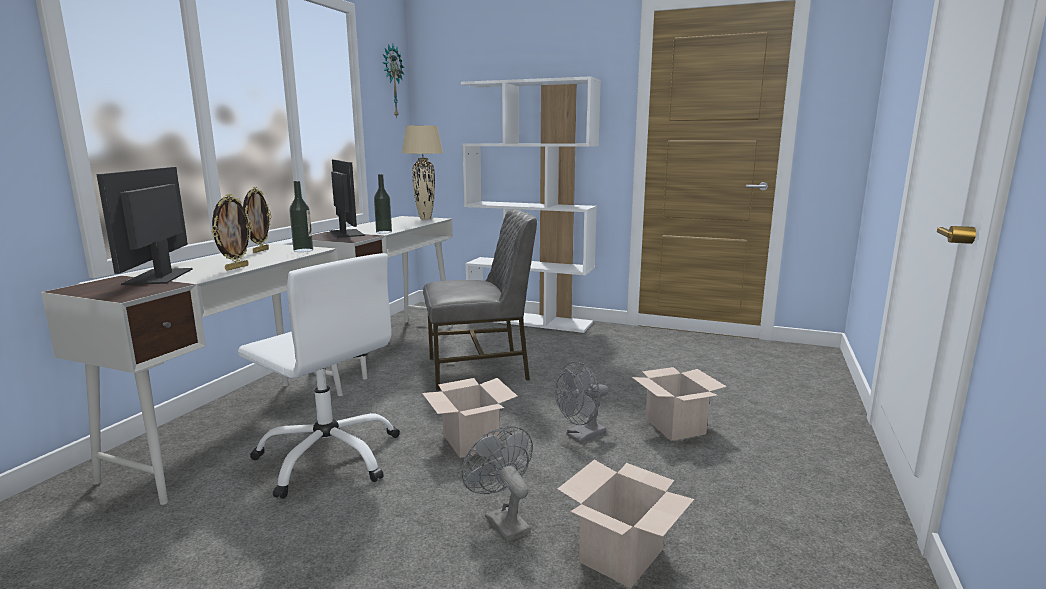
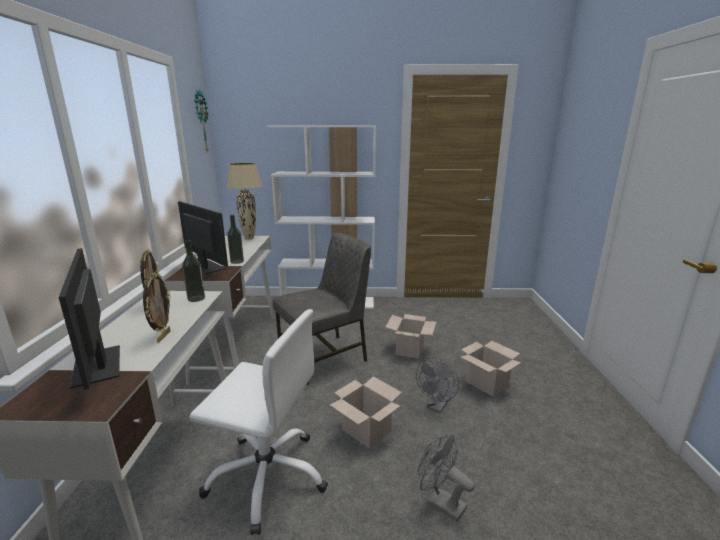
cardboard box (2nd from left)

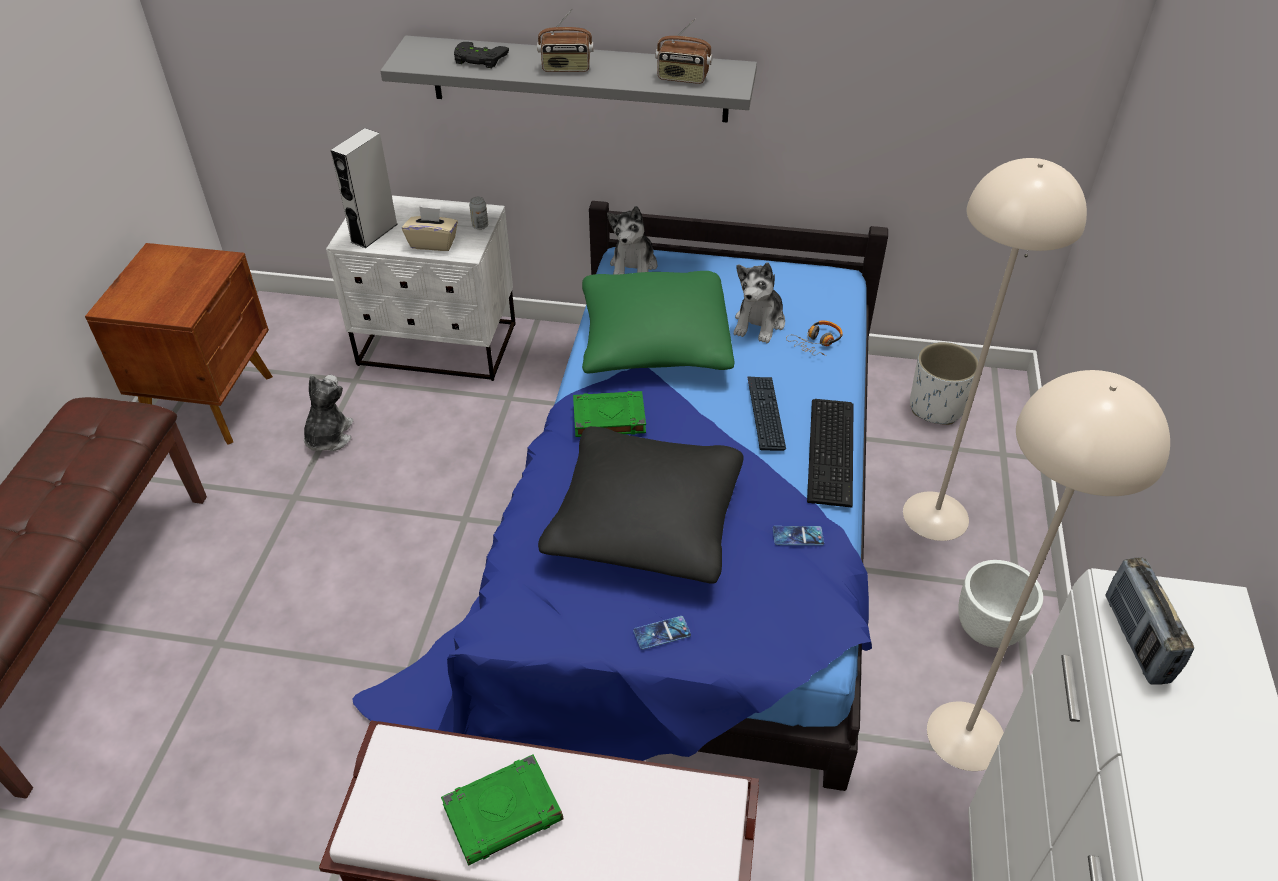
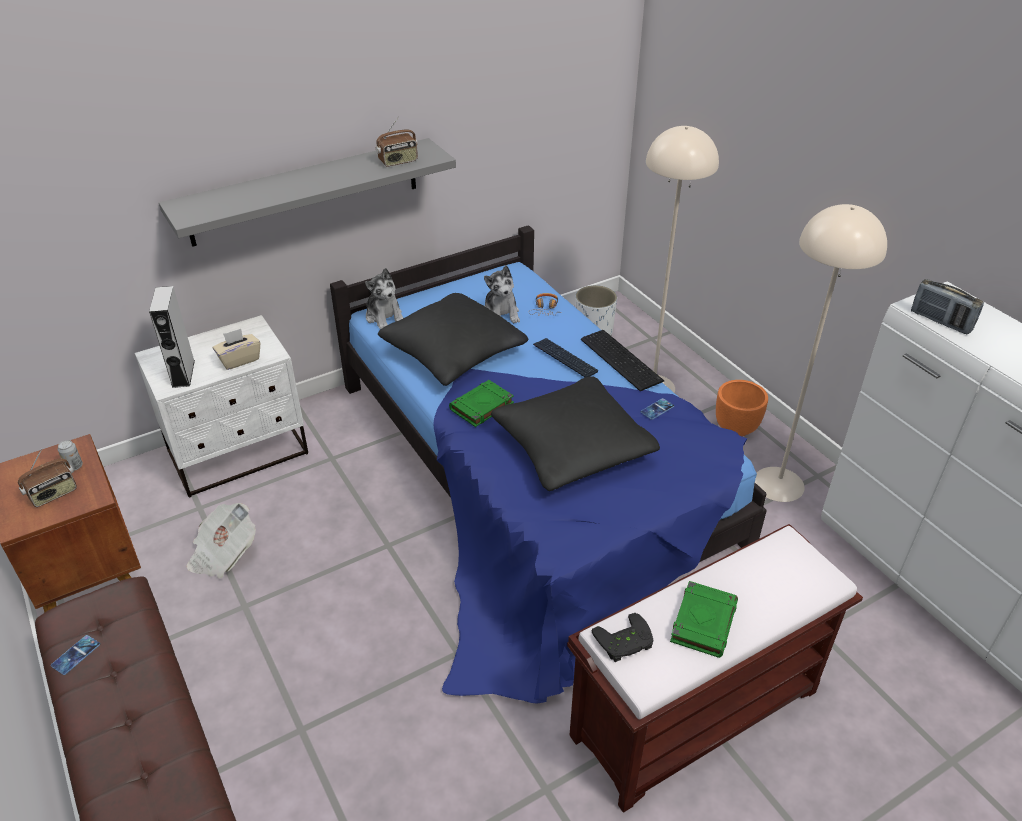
game controller/blackish; can; radio (1st from left); telephone (1st from left); printed paper; pillow/blackish (1st from left); flower pot/orange-coloured

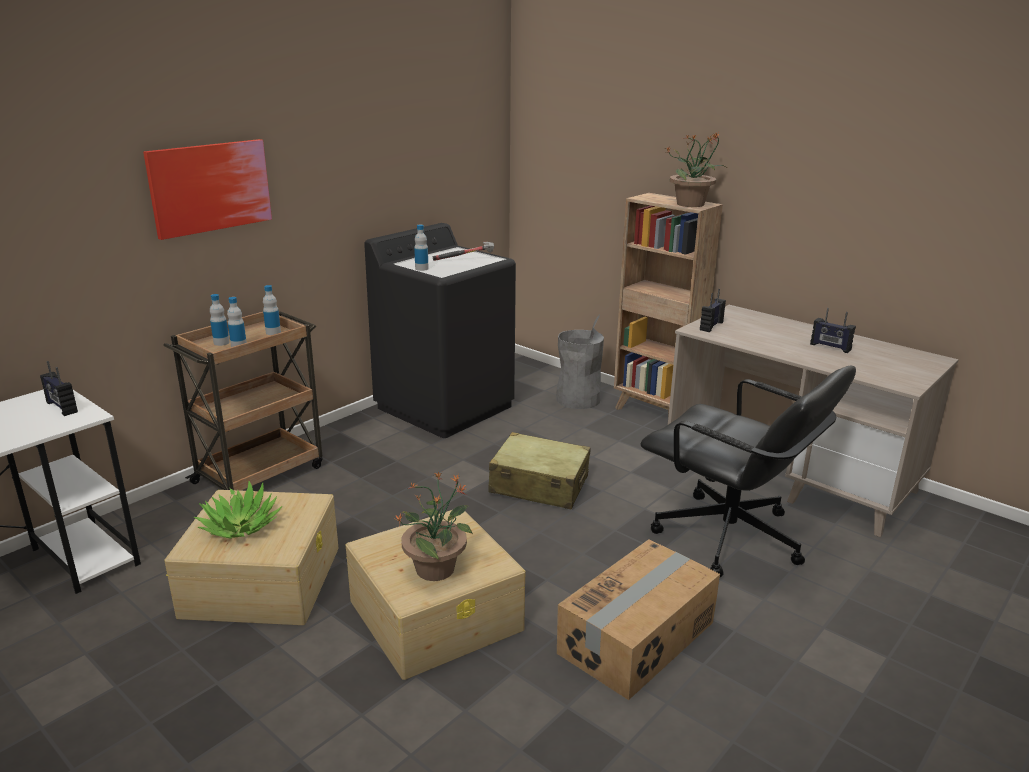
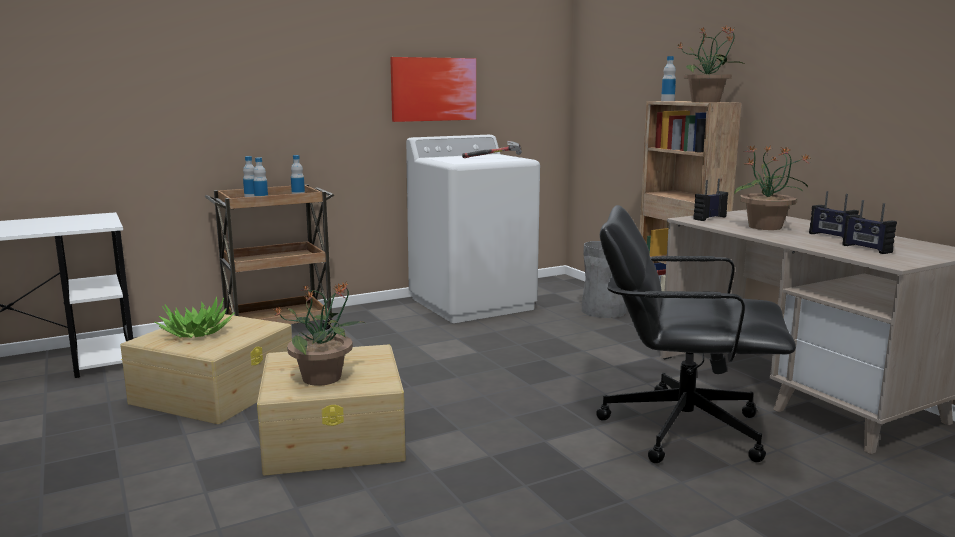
suitcase/sand-coloured; cardboard box; plant in a pot (4th from left); radio (3rd from left); picture; bottle (4th from left); laundry machine/white; computer chair/blackish

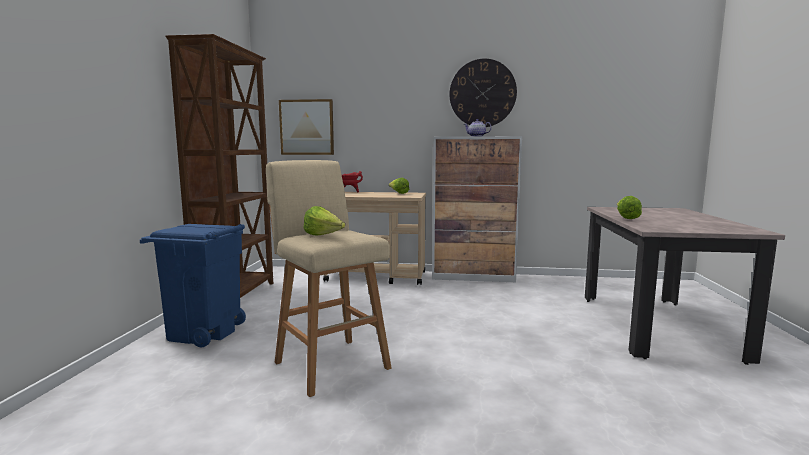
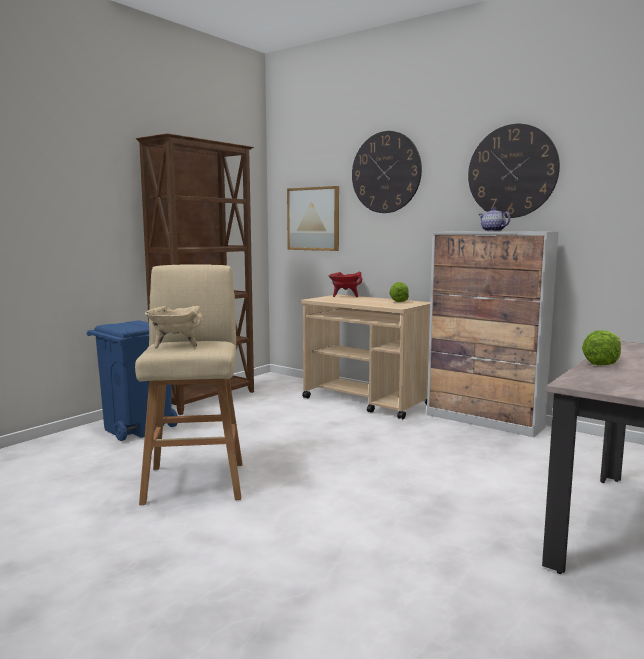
clock on the wall (1st from left); saucepot/sand-coloured

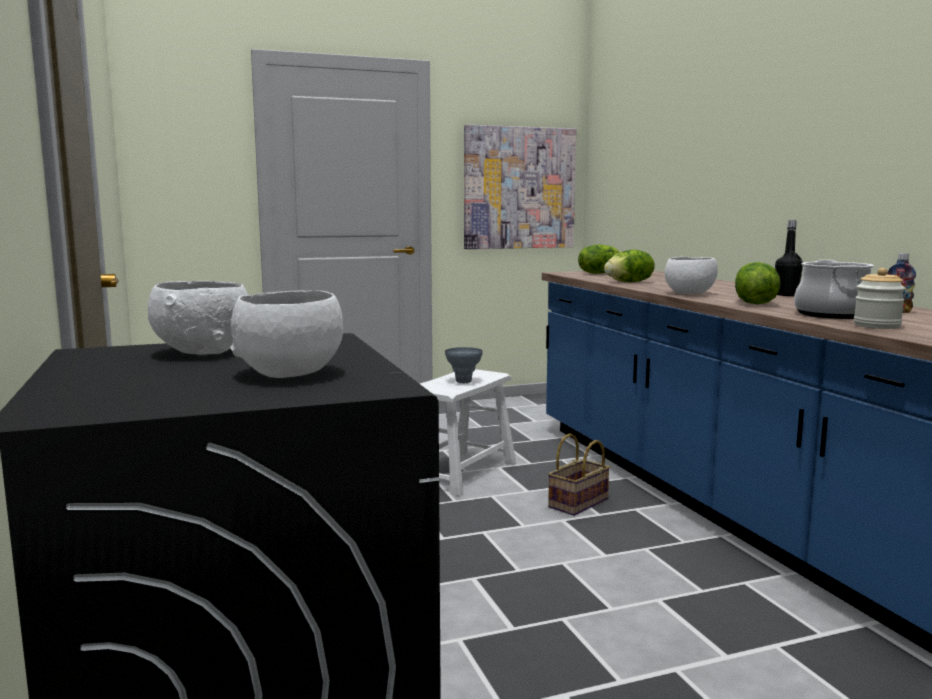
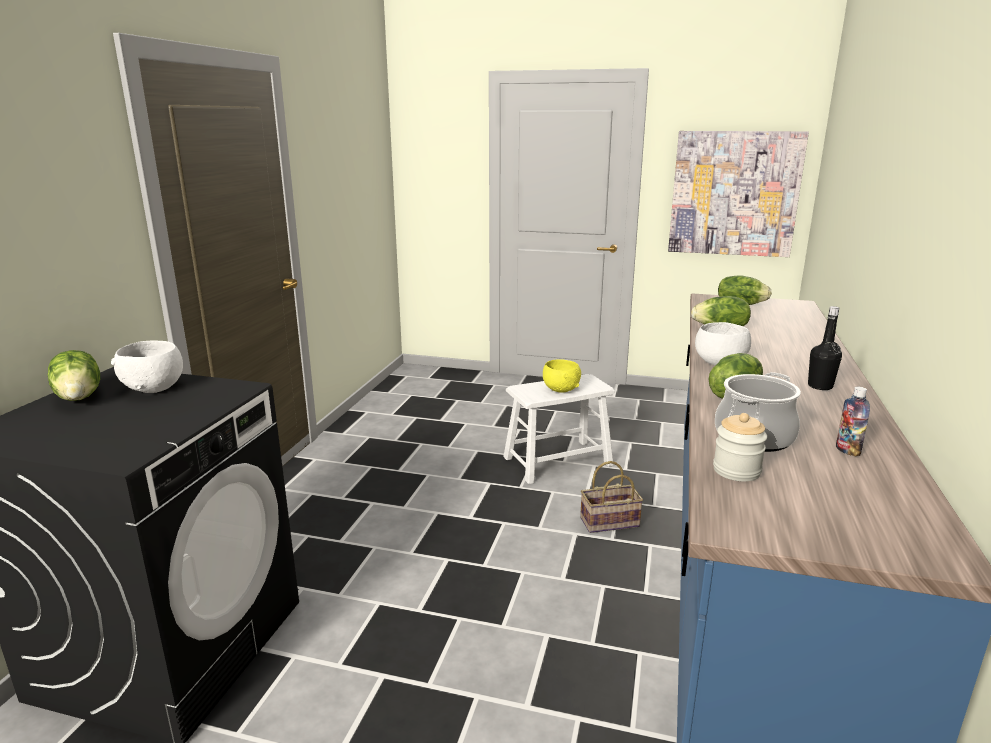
bowl/white (2nd from left in the first image); lettuce head (1st from left); bowl/yellow

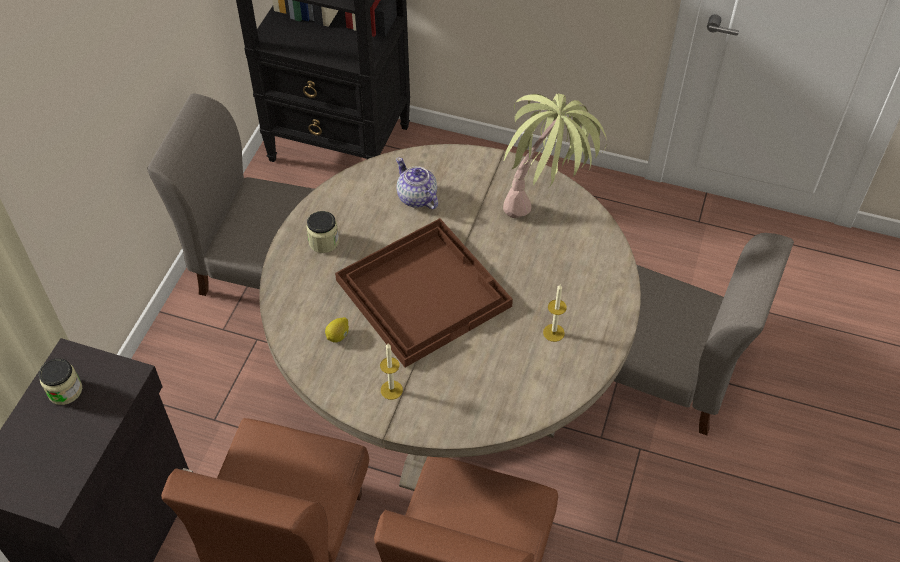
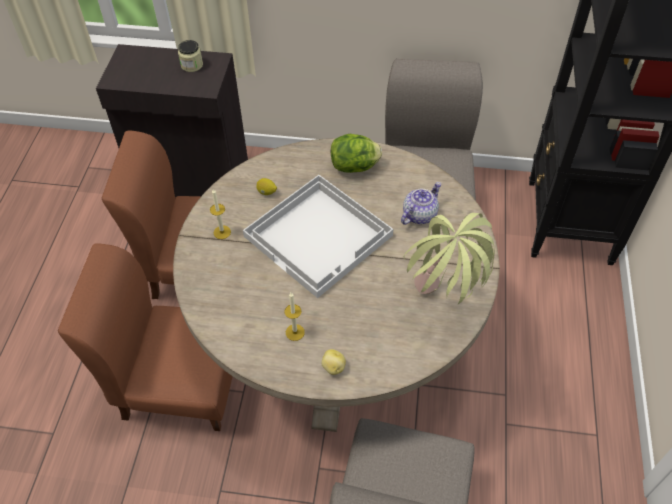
potato; lettuce head; tray/white

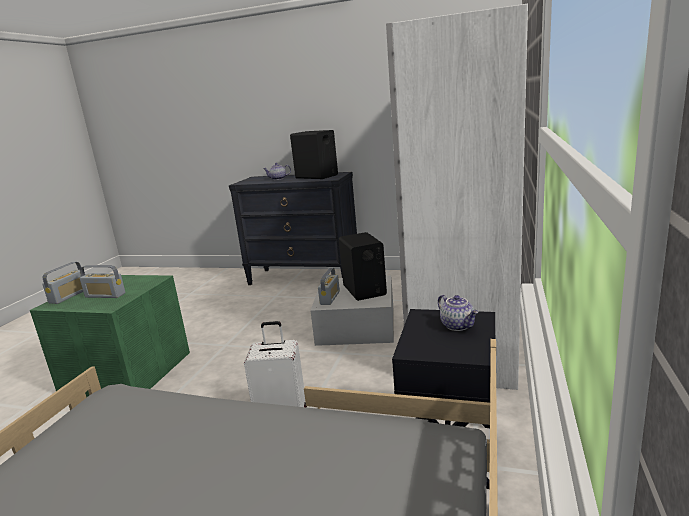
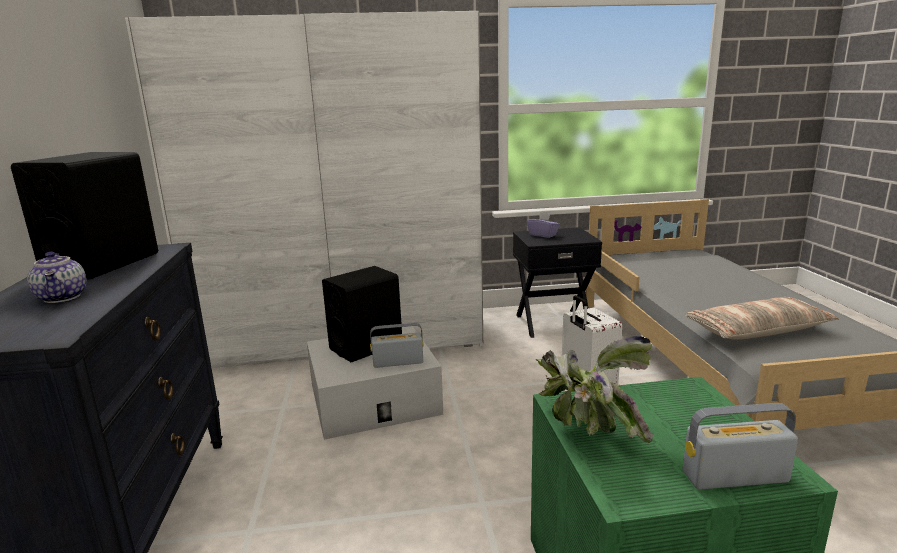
radio (2nd from left in the first image); plant in a pot; pillow; tissue holder/purplish

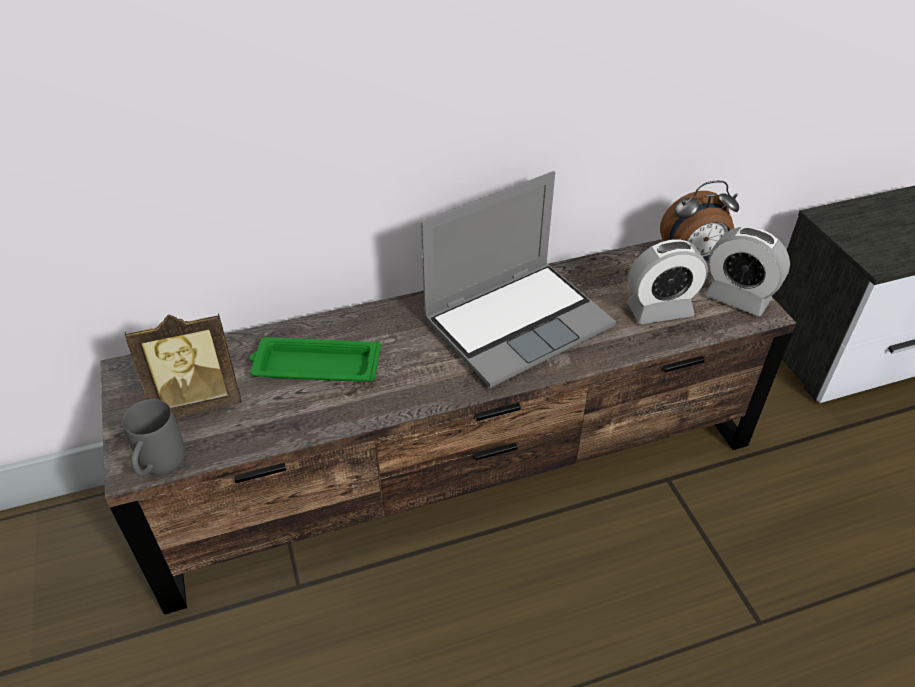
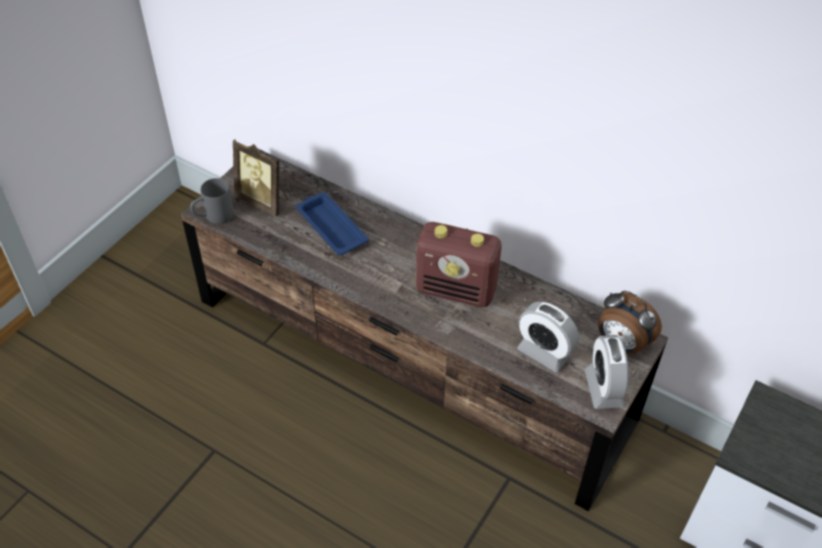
radio; tray/blue-coloured

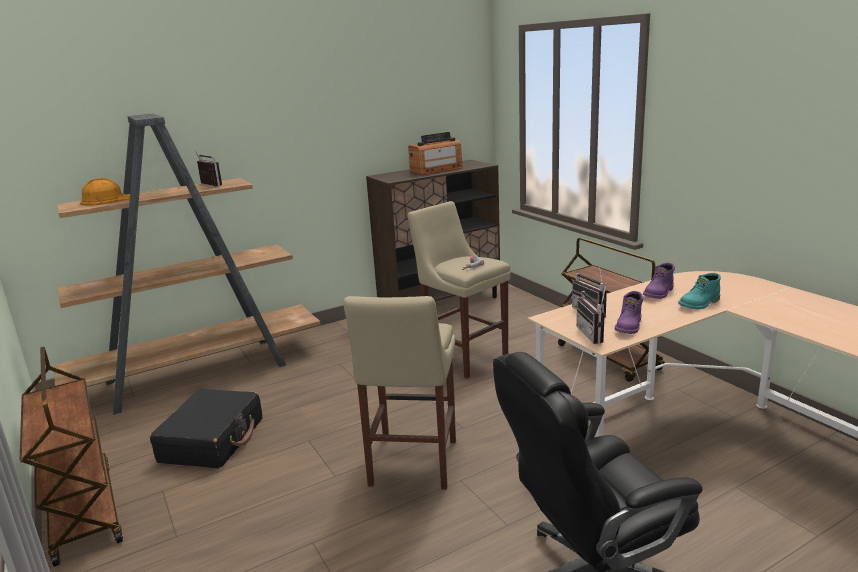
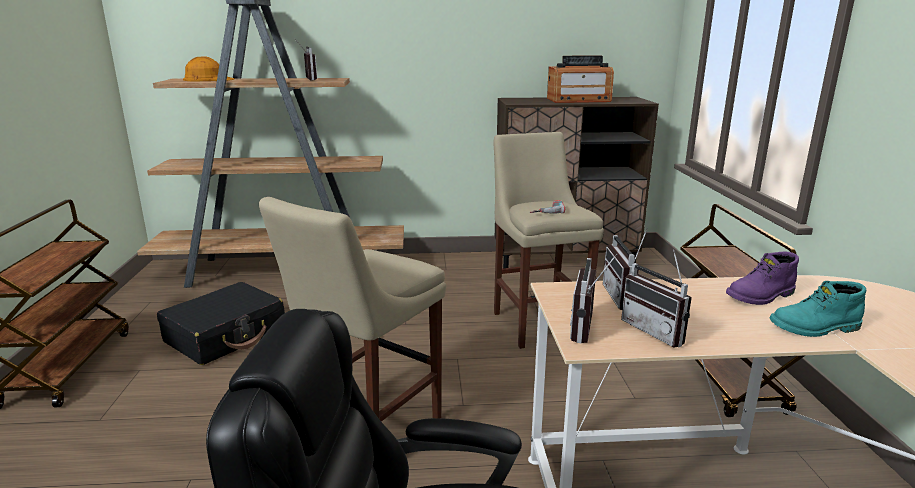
radio (5th from left)

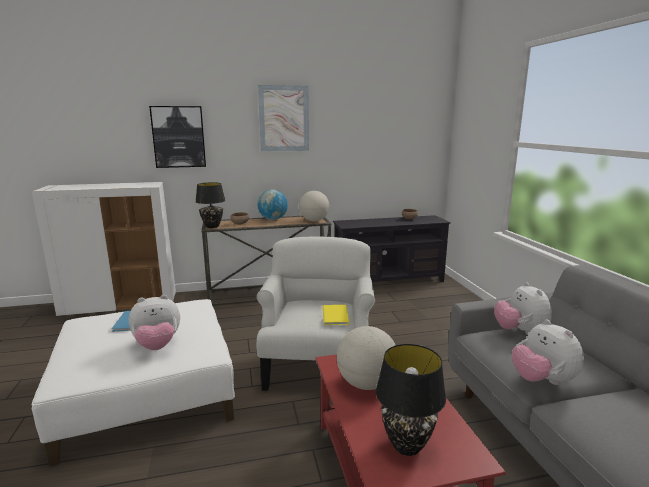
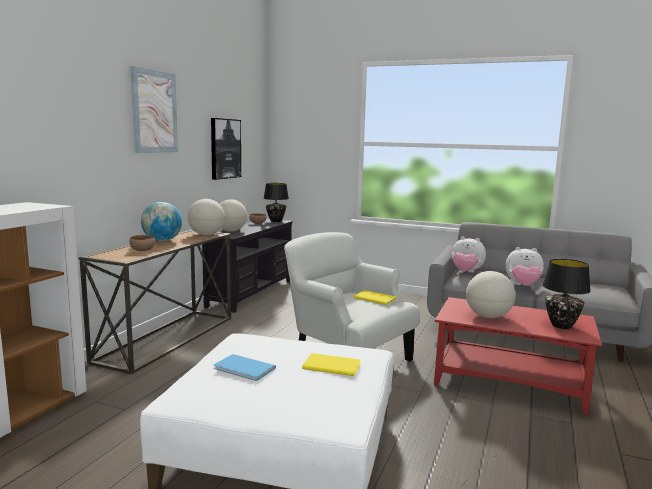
desk globe (3rd from left); picture (2nd from left); table lamp/blackish (1st from left); volume/yellow (1st from left)

